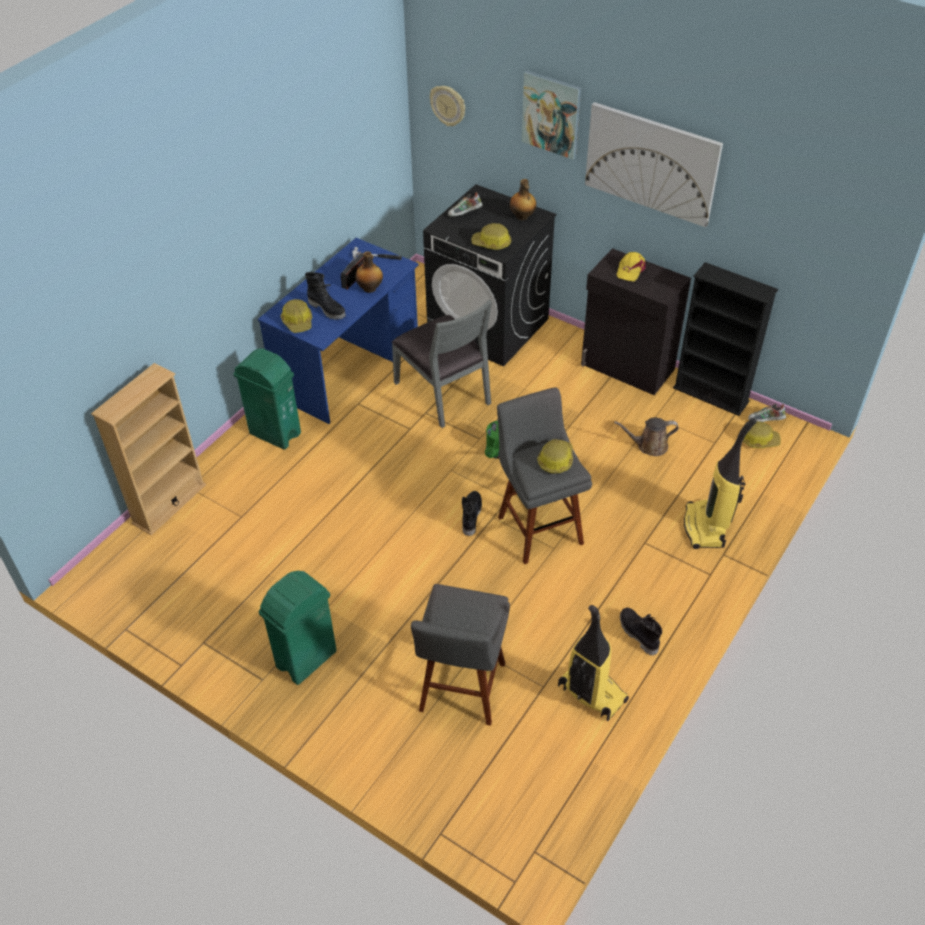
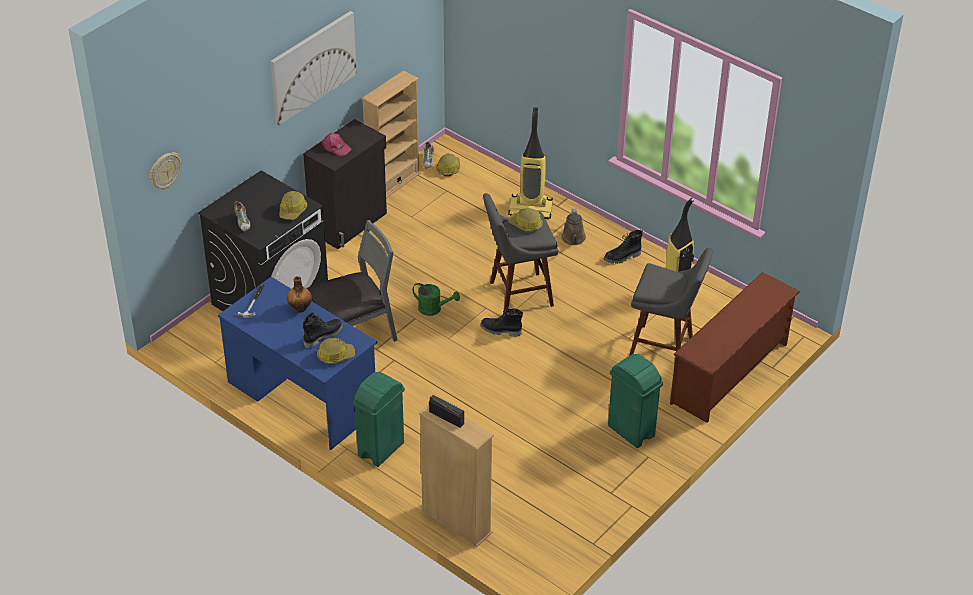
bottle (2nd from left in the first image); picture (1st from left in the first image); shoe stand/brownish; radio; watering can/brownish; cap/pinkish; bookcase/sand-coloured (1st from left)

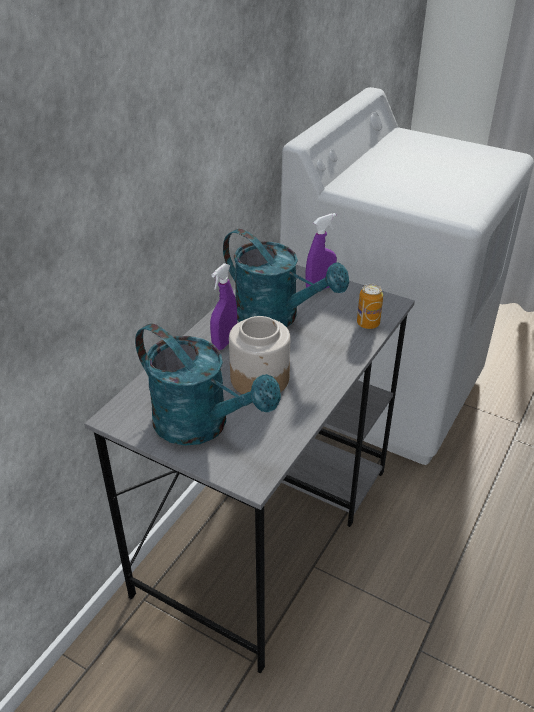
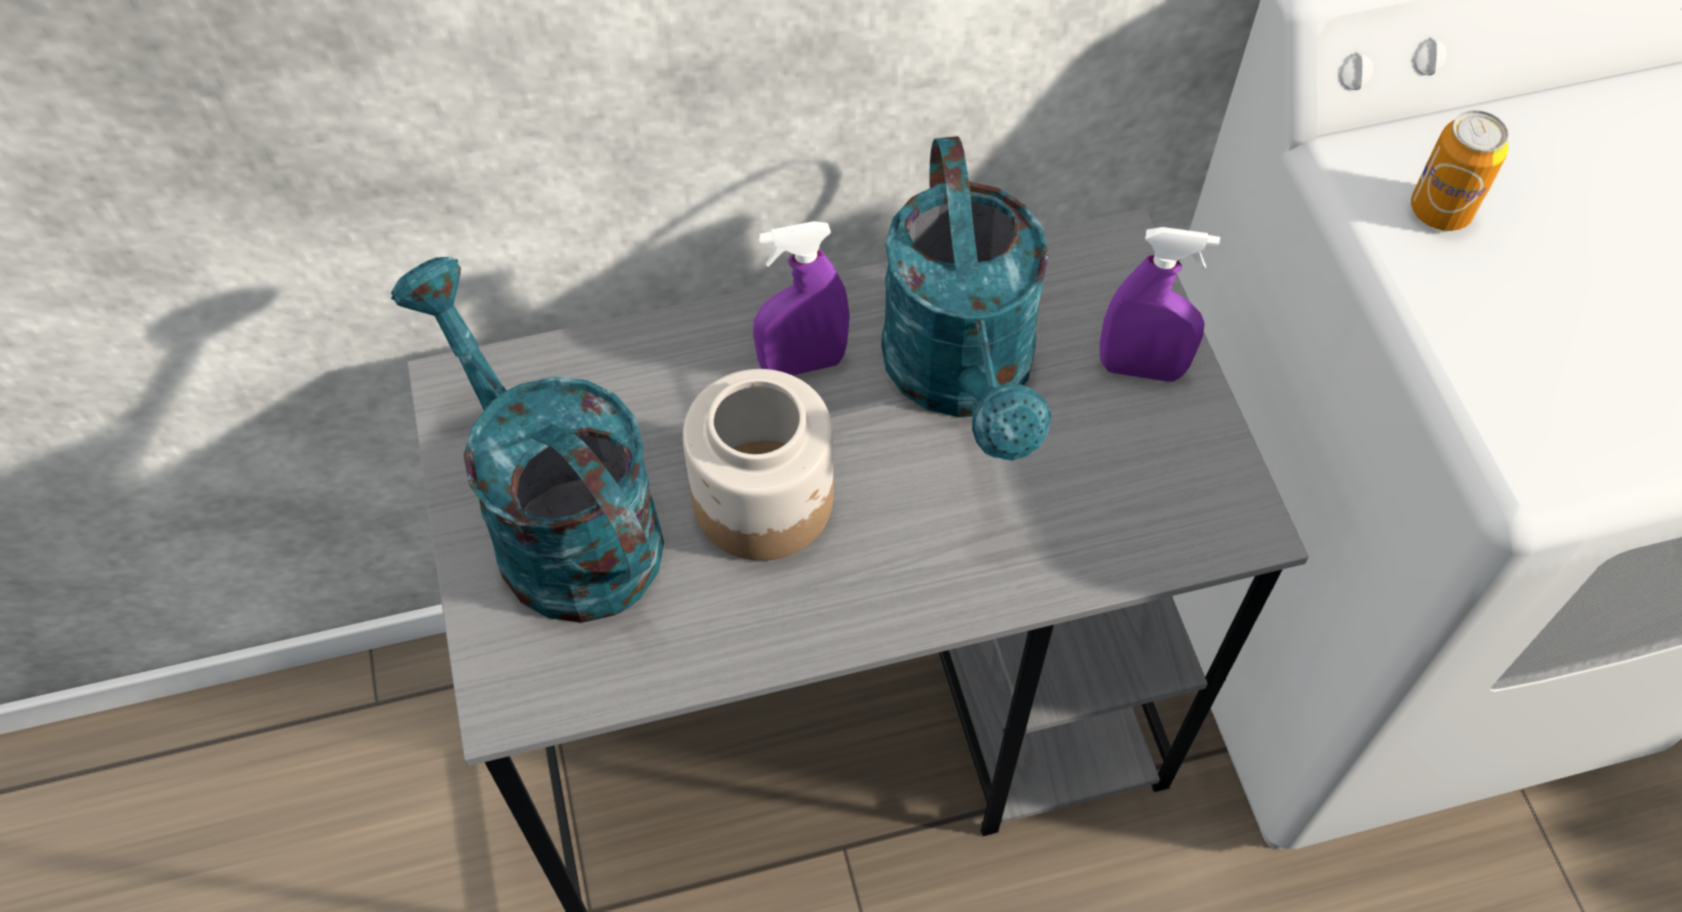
can; watering can/blue-green (1st from left)

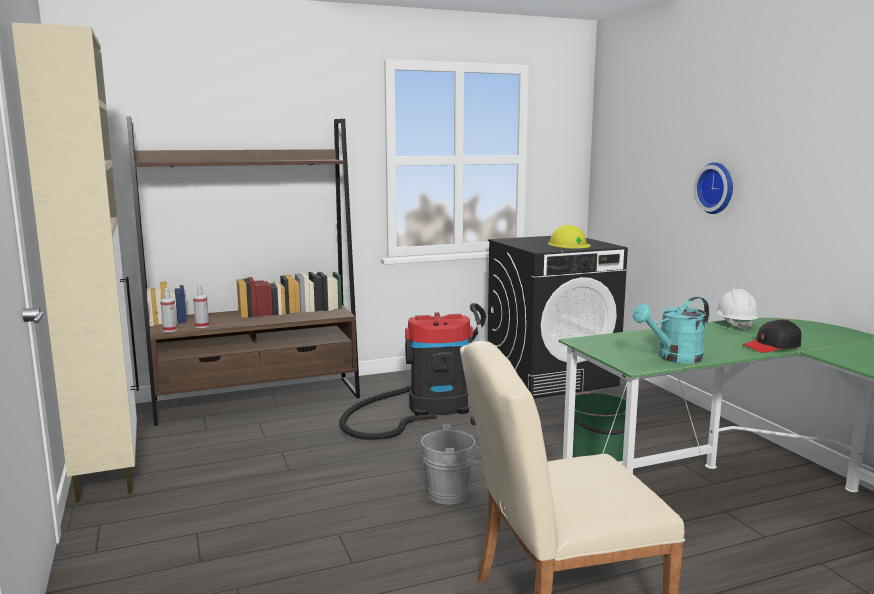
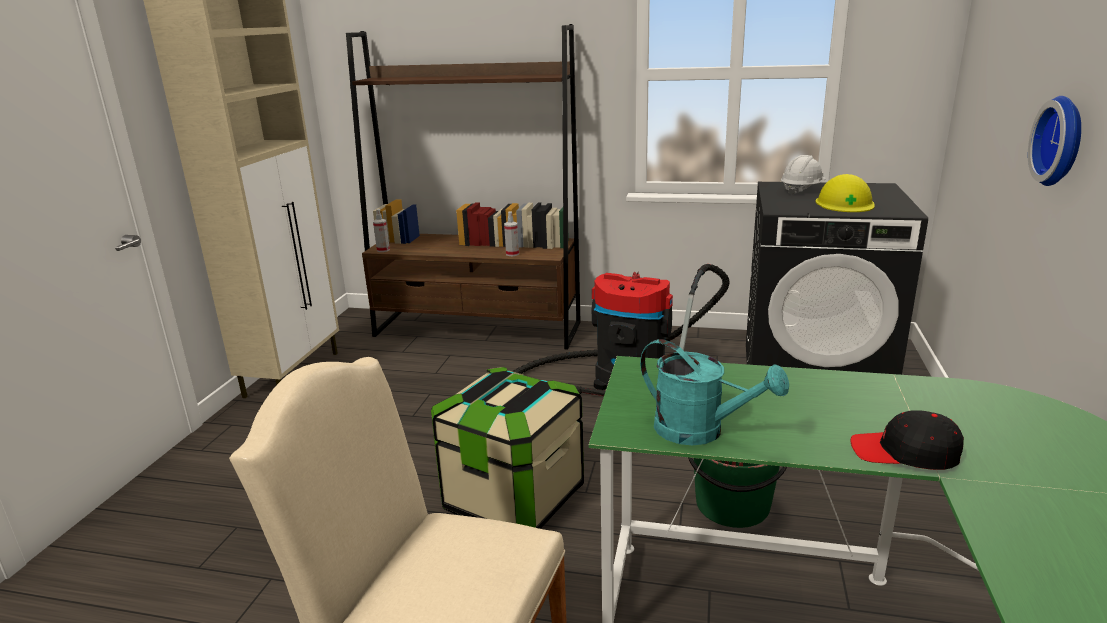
spray bottle (2nd from left); work helmet/white; storage bin; watering can/blue-green

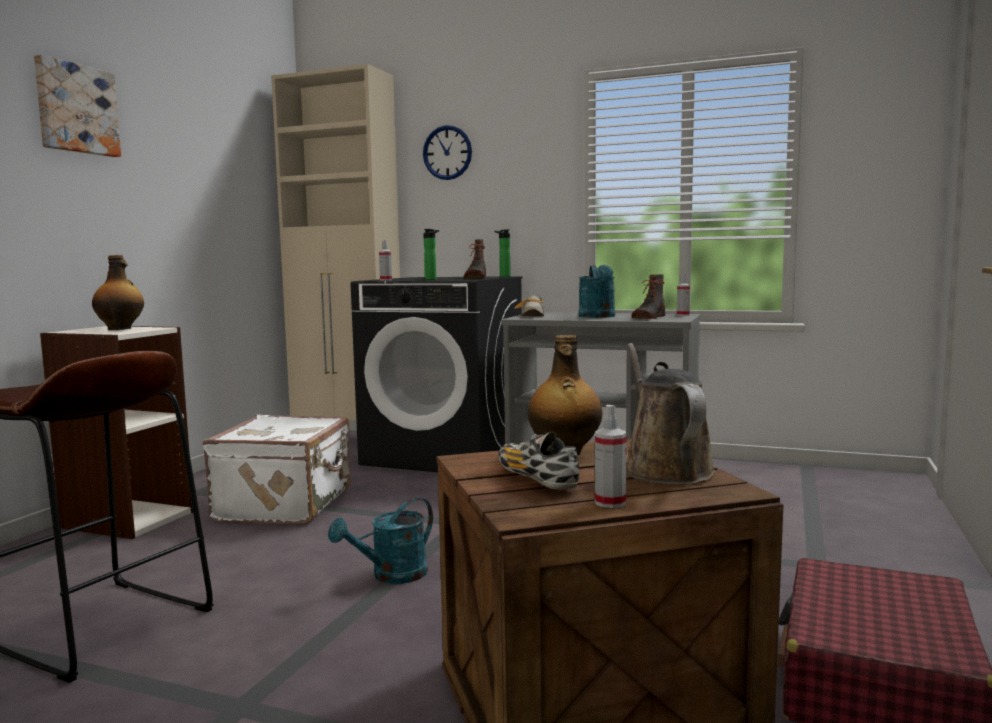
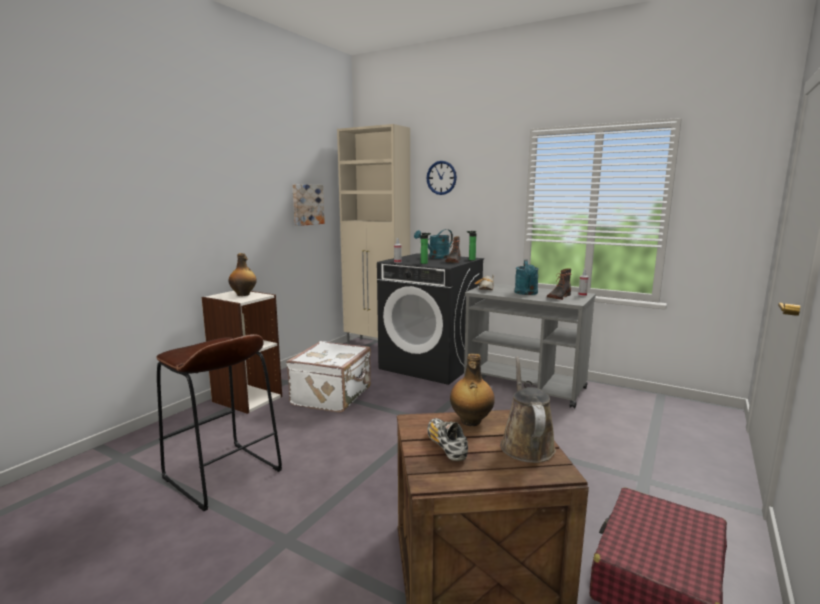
spray bottle (2nd from left in the first image); picture; watering can/blue-green (1st from left)

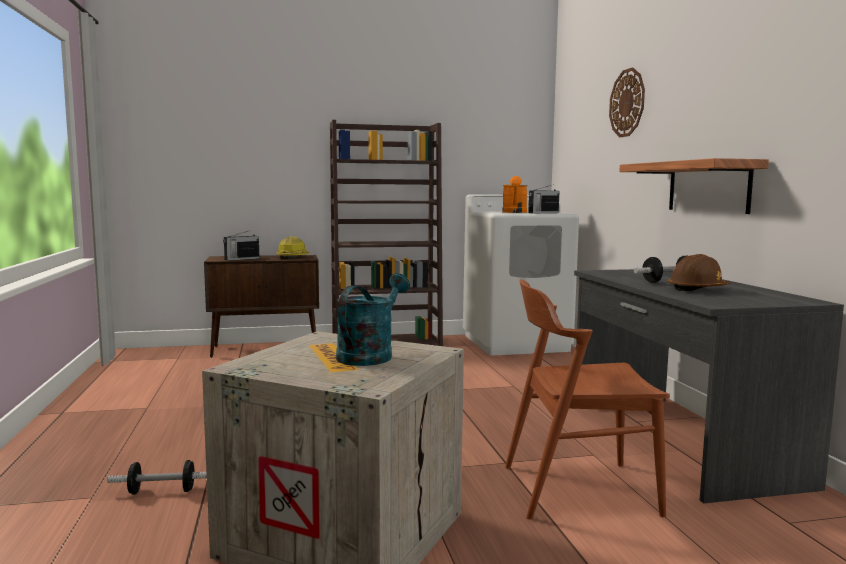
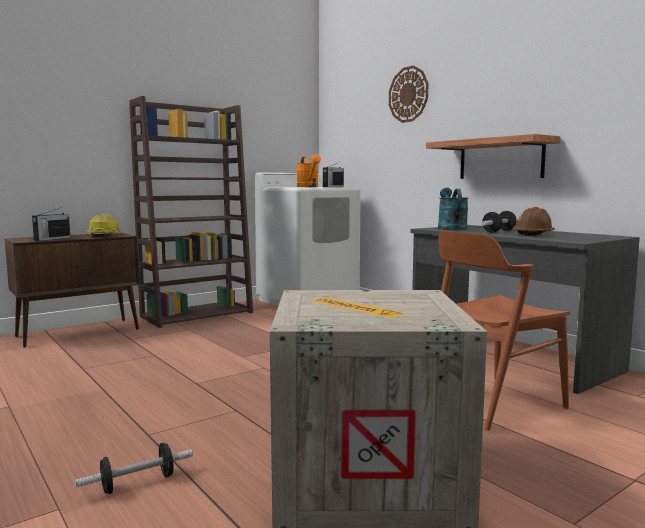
watering can/blue-green

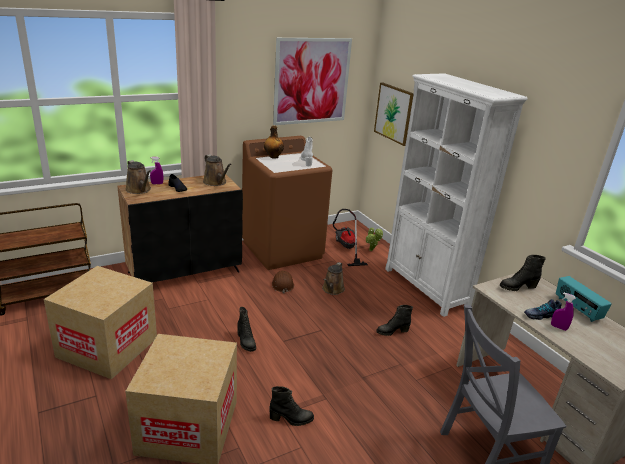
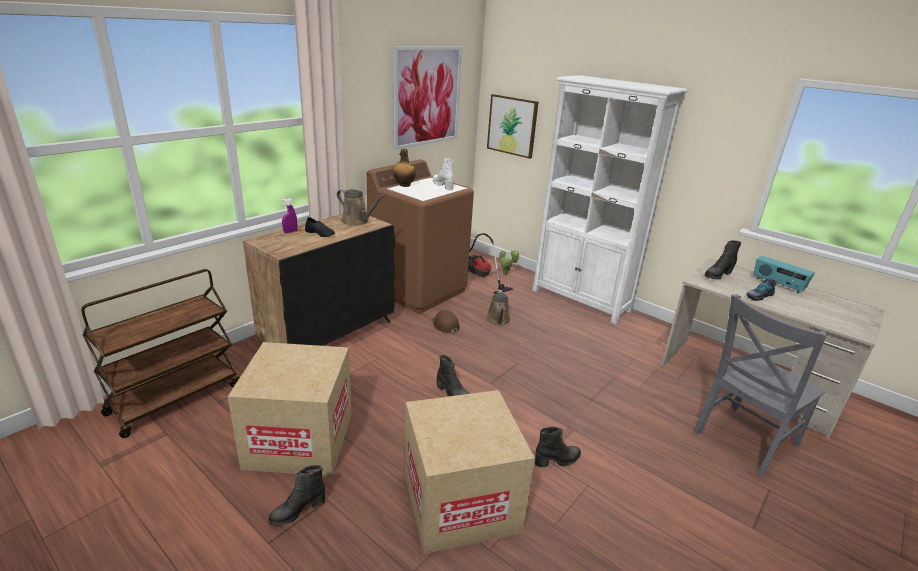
watering can/brownish (1st from left in the first image); spray bottle/purplish (2nd from left in the first image); tall boot/blackish (1st from left)

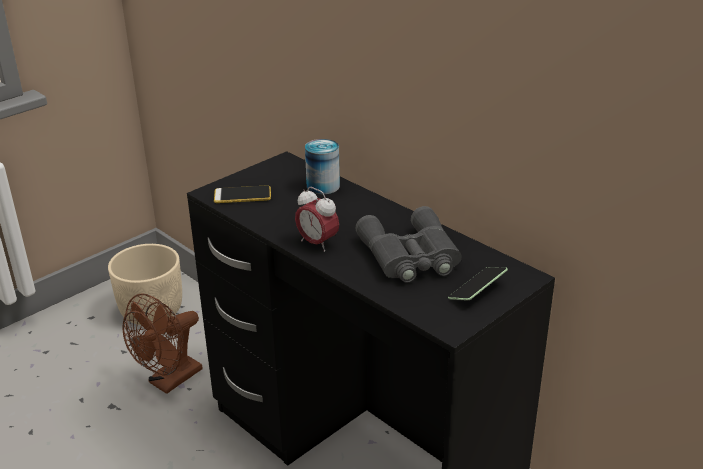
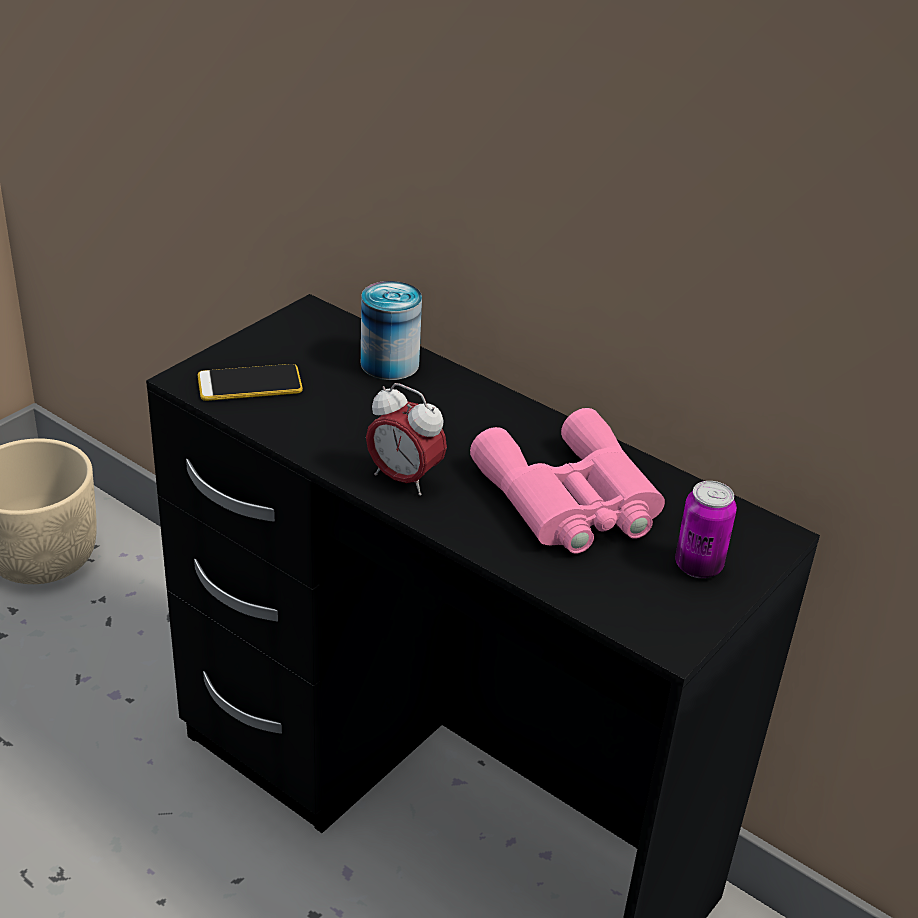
cooling fan/brownish; can (2nd from left); binoculars/pinkish

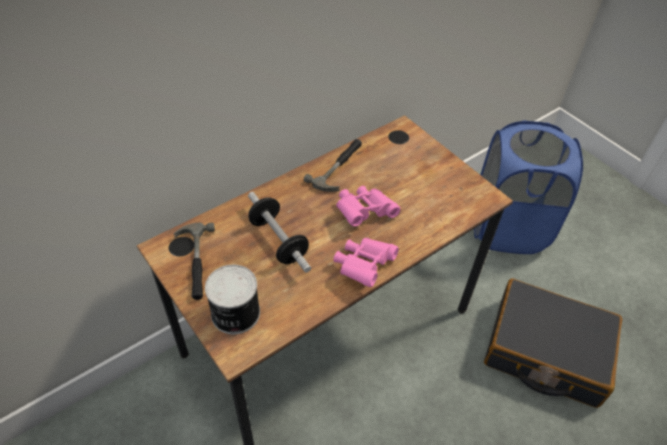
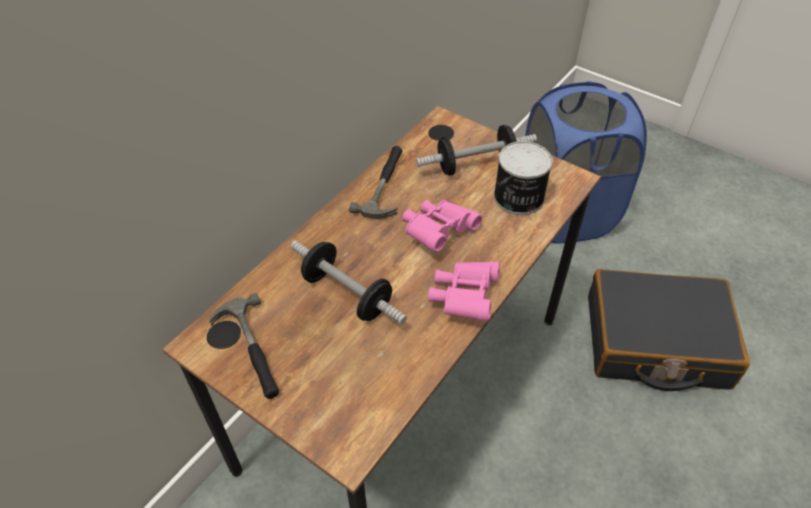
dumbbell (2nd from left); can

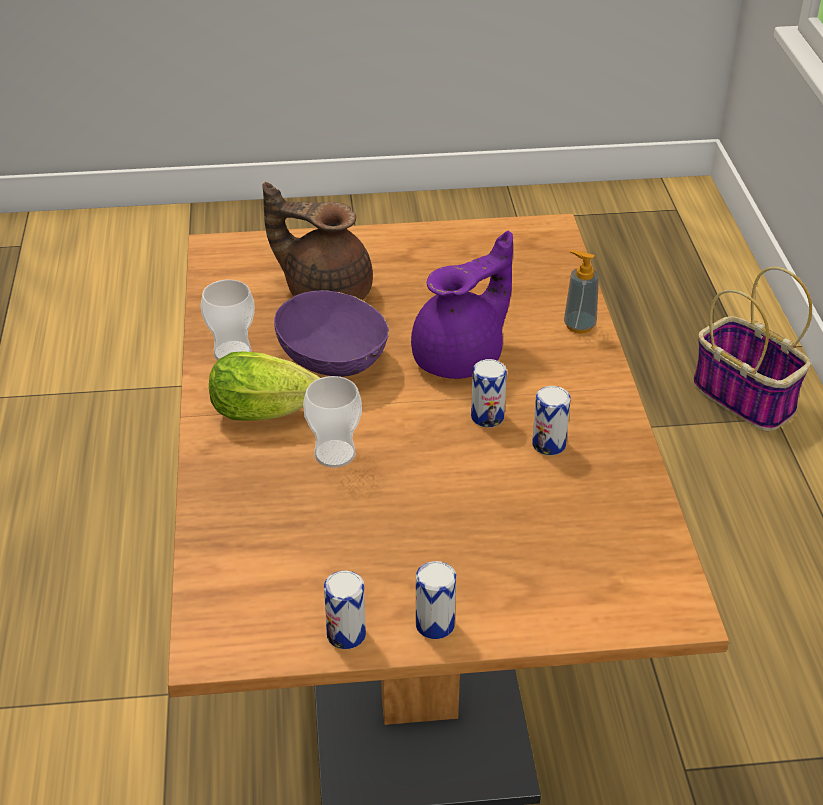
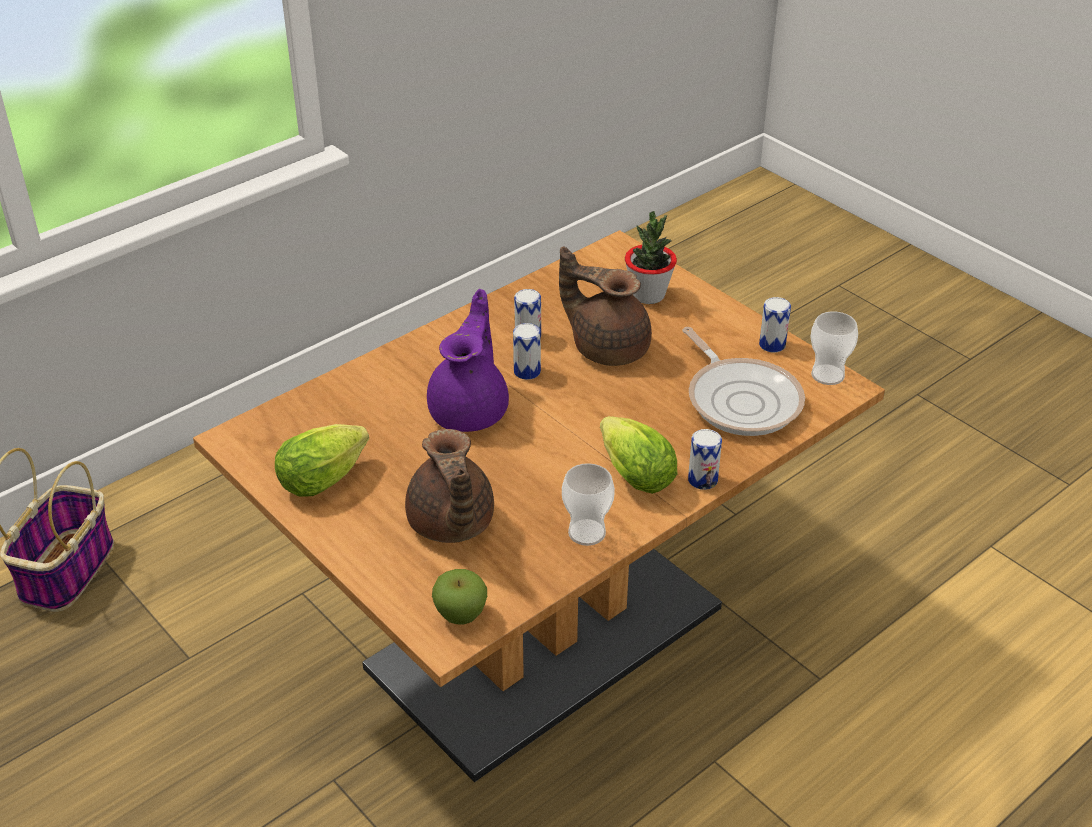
bowl/purplish; liquid soap bottle; lettuce head (1st from left); whole apple; tea pot/brownish (2nd from left); plant in a pot; pan; drinking cup (2nd from left); can (3rd from left); tea pot/purplish

